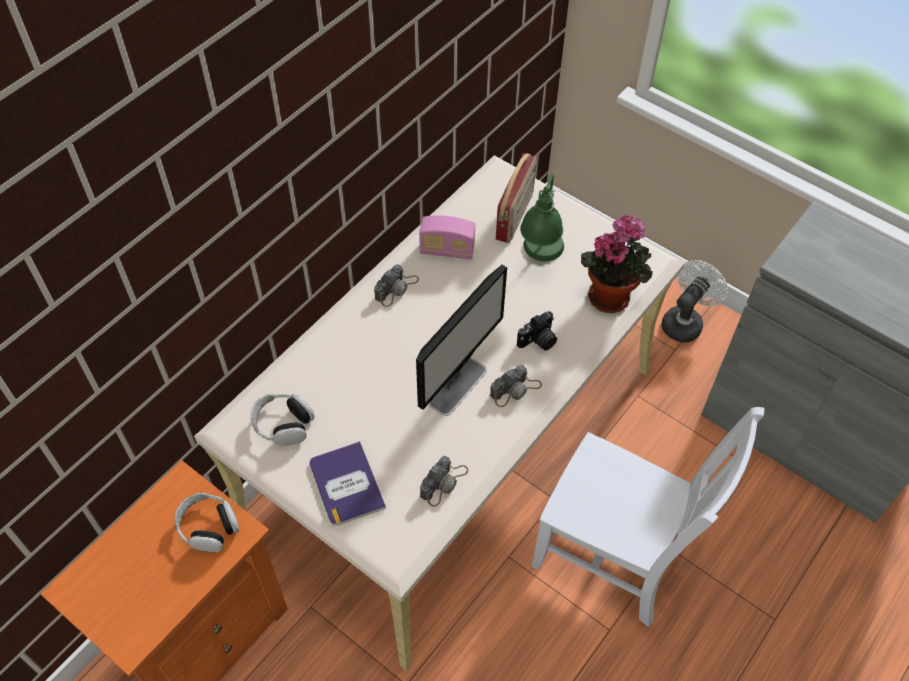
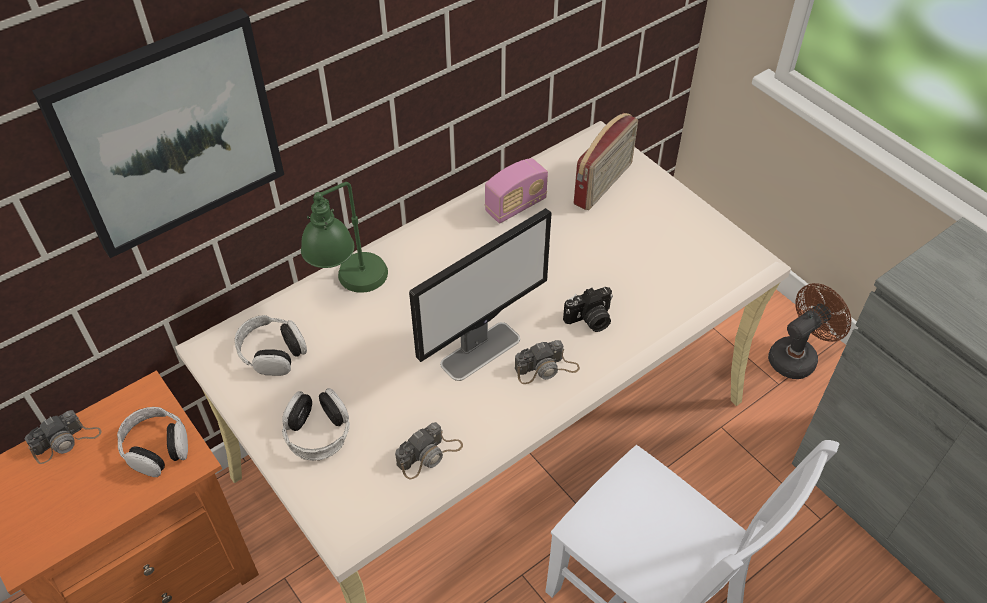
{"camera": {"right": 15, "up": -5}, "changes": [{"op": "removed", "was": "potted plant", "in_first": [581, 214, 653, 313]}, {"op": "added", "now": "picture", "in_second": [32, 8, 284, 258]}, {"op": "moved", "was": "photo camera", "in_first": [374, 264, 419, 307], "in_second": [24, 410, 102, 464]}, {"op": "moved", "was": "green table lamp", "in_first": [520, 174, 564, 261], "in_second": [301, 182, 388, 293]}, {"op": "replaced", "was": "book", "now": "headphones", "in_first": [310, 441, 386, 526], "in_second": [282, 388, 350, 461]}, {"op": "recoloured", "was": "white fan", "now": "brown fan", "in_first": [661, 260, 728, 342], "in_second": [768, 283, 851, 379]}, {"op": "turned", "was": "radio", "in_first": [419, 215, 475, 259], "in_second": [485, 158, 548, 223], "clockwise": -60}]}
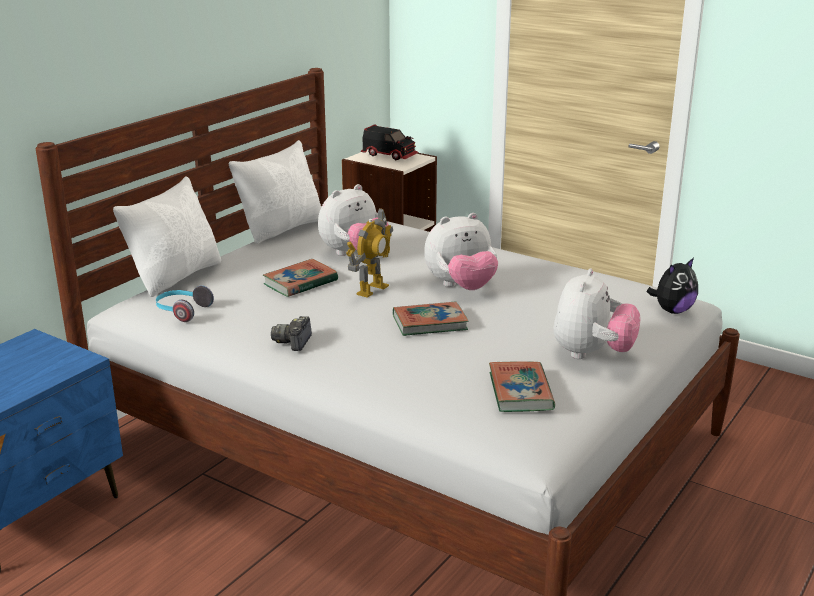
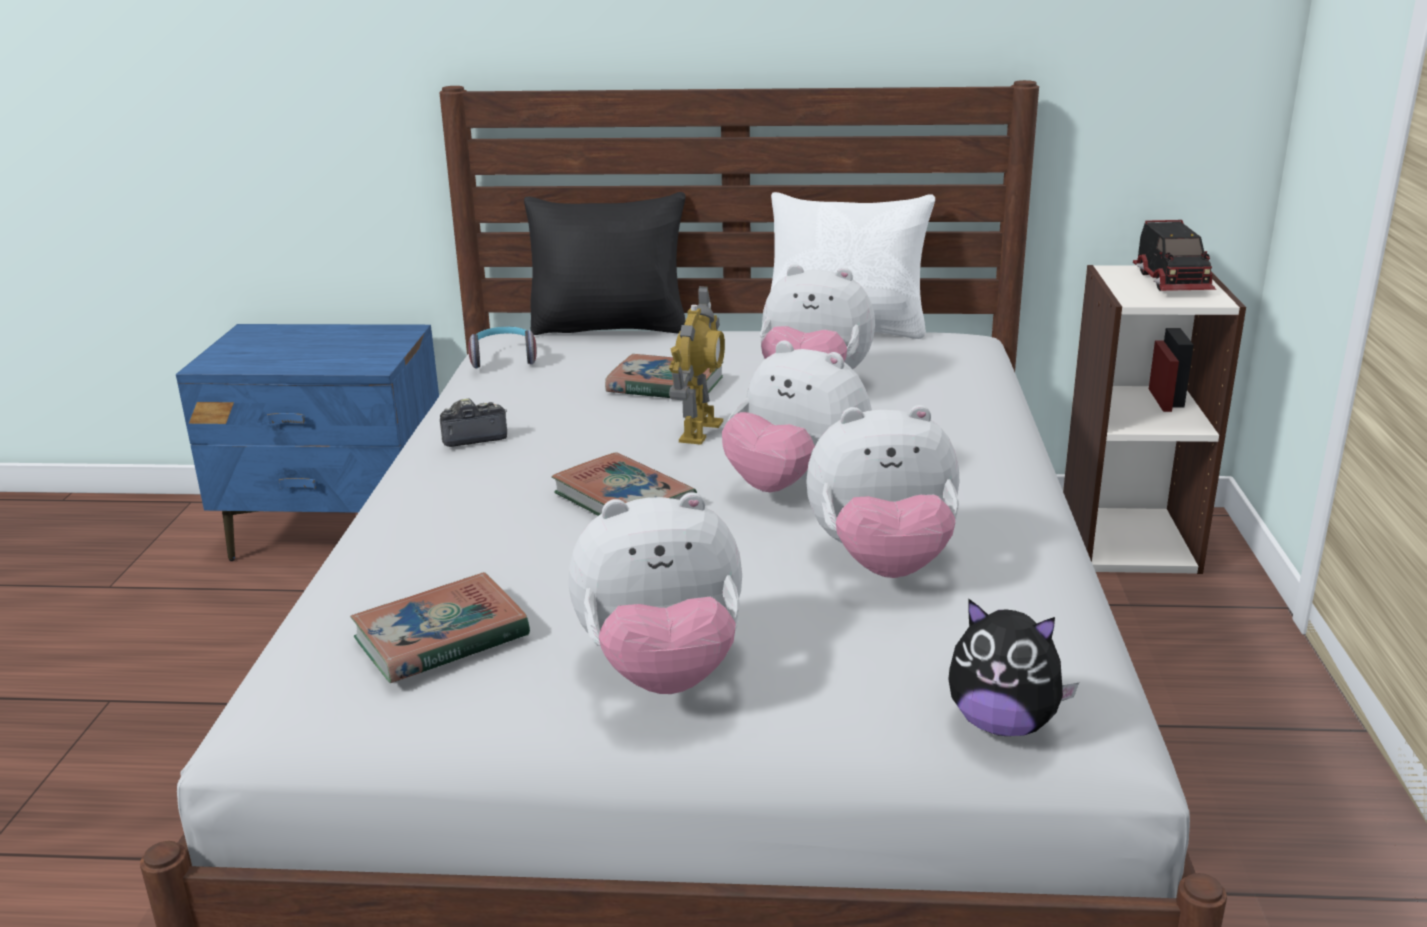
{"camera": {"right": 60, "up": 0}, "changes": [{"op": "added", "now": "plush toy", "in_second": [806, 405, 959, 578]}, {"op": "recoloured", "was": "white pillow", "now": "black pillow", "in_first": [113, 176, 221, 297], "in_second": [524, 192, 686, 335]}, {"op": "turned", "was": "toy robot", "in_first": [346, 208, 393, 298], "in_second": [669, 286, 725, 445], "clockwise": -75}]}
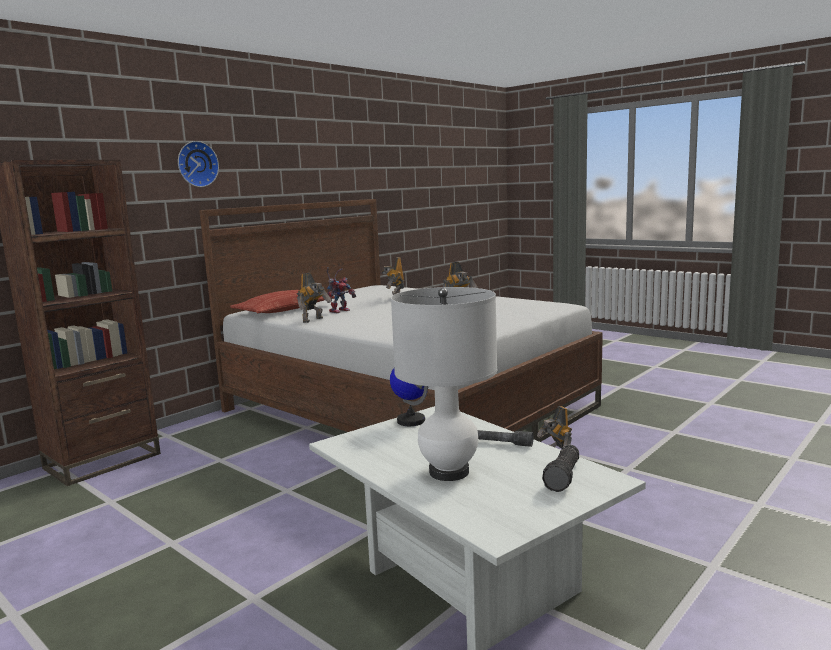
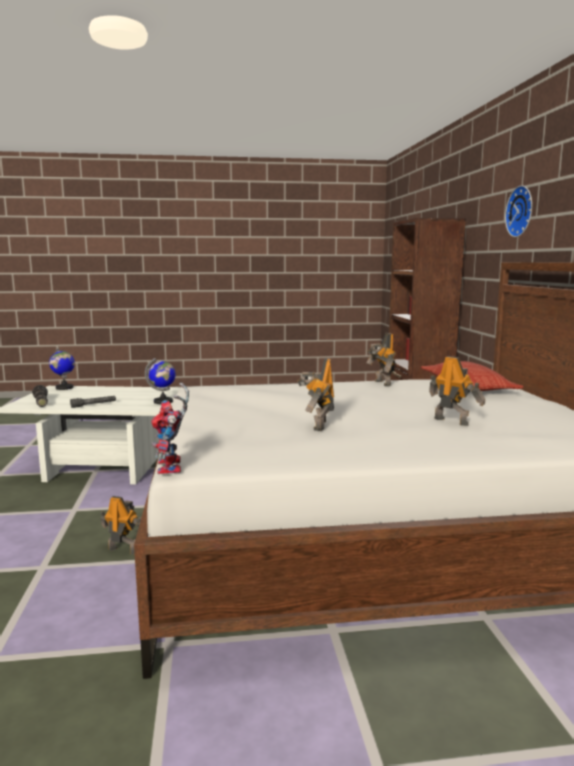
{"camera": {"right": 130, "up": 0}, "changes": [{"op": "removed", "was": "white table lamp", "in_first": [391, 287, 497, 481]}, {"op": "added", "now": "globe", "in_second": [49, 347, 75, 390]}, {"op": "moved", "was": "toy robot", "in_first": [327, 267, 356, 313], "in_second": [151, 383, 189, 474]}]}
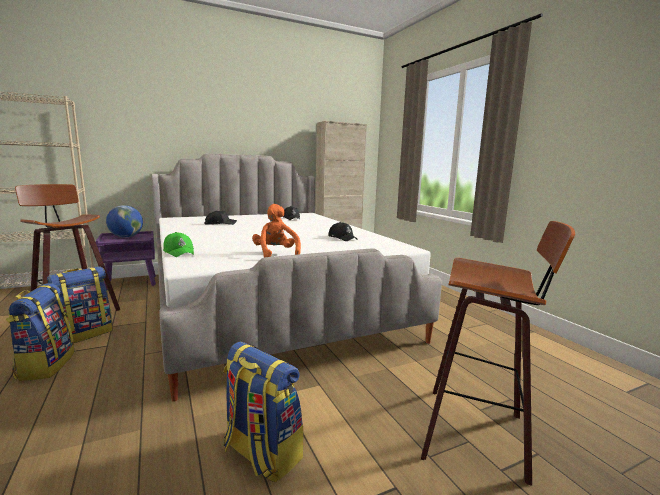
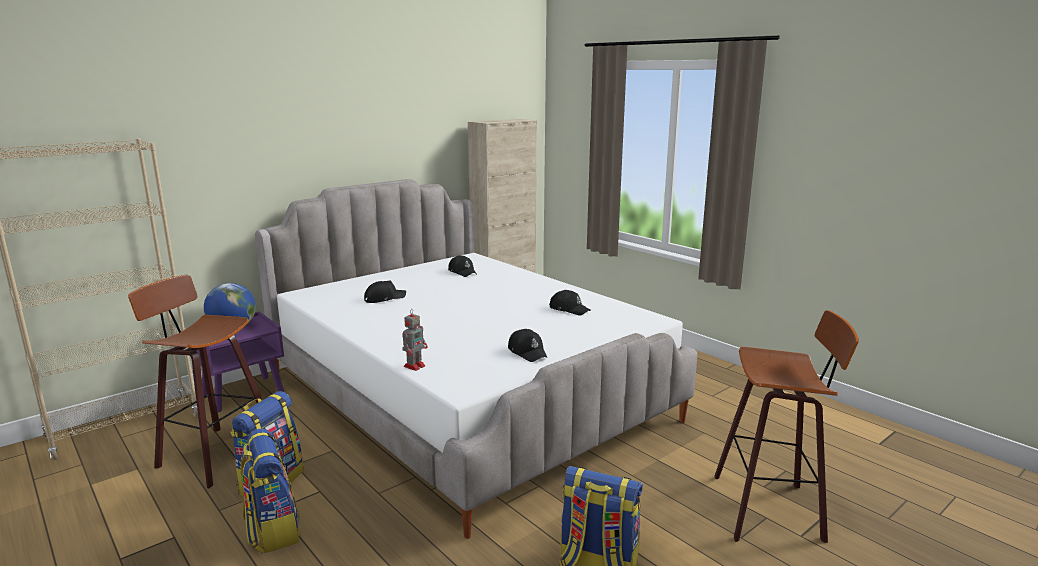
{"camera": {"right": -15, "up": 5}, "changes": [{"op": "replaced", "was": "green cap", "now": "toy robot", "in_first": [163, 232, 194, 257], "in_second": [402, 309, 428, 371]}, {"op": "replaced", "was": "orange plush toy", "now": "black cap", "in_first": [252, 204, 301, 258], "in_second": [508, 329, 548, 362]}]}
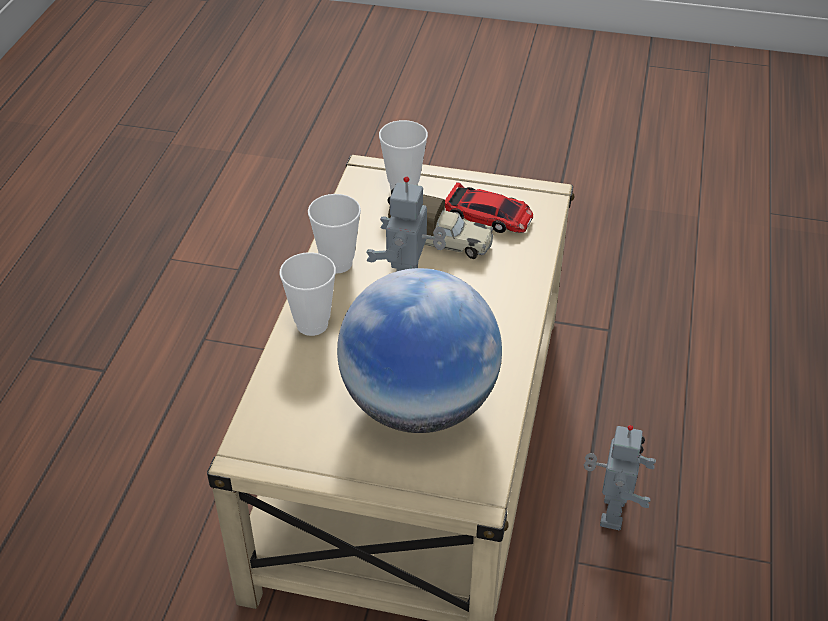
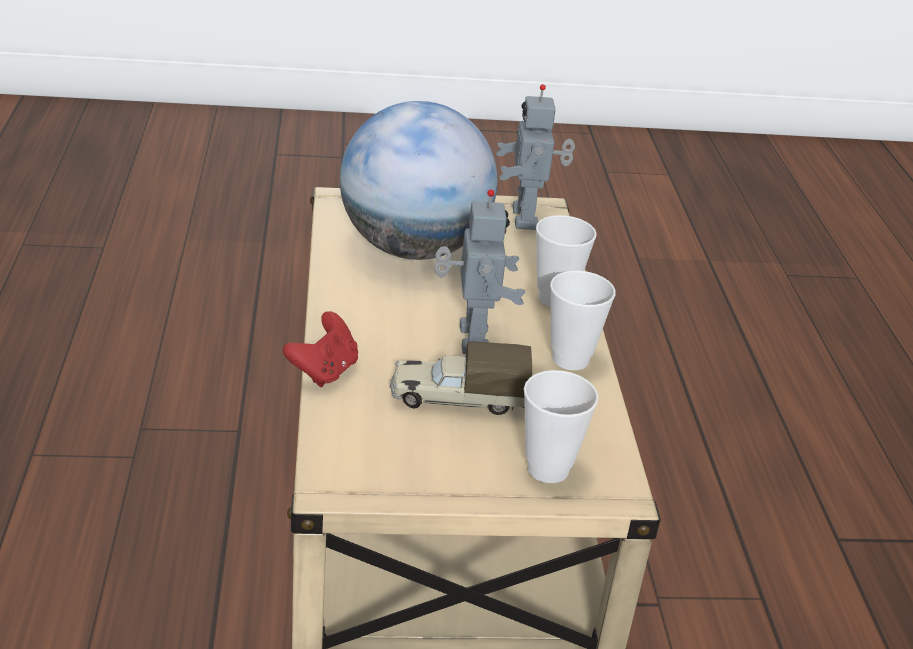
{"camera": {"right": 160, "up": -10}, "changes": [{"op": "removed", "was": "toy car", "in_first": [445, 182, 533, 233]}, {"op": "added", "now": "red game controller", "in_second": [283, 311, 358, 387]}, {"op": "moved", "was": "toy robot", "in_first": [584, 425, 656, 530], "in_second": [496, 84, 575, 230]}]}
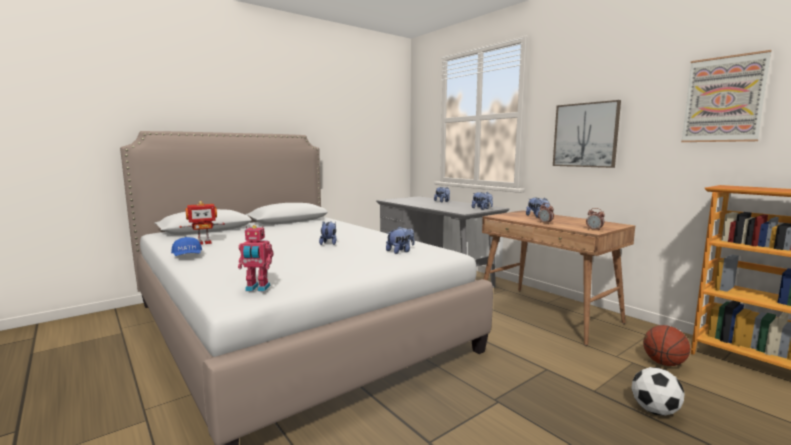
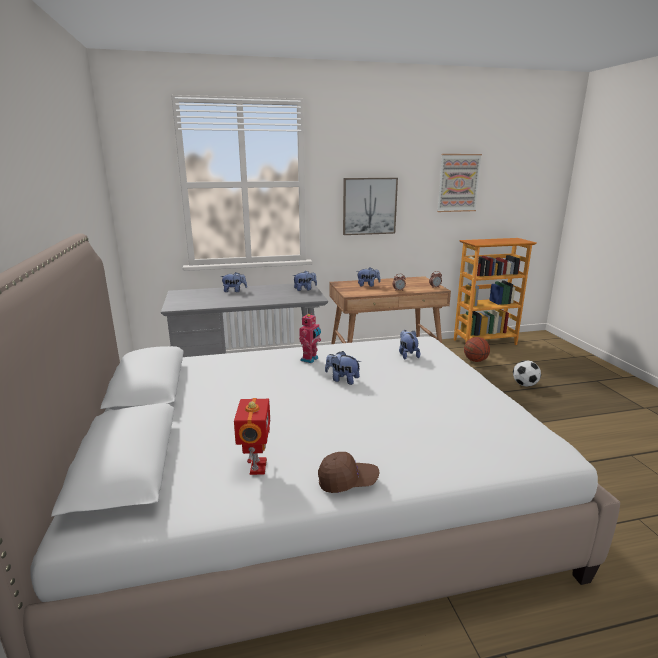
{"camera": {"right": -65, "up": 10}, "changes": [{"op": "moved", "was": "toy robot", "in_first": [238, 225, 273, 291], "in_second": [299, 313, 321, 363]}, {"op": "recoloured", "was": "blue cap", "now": "brown cap", "in_first": [171, 237, 202, 256], "in_second": [318, 452, 379, 493]}]}
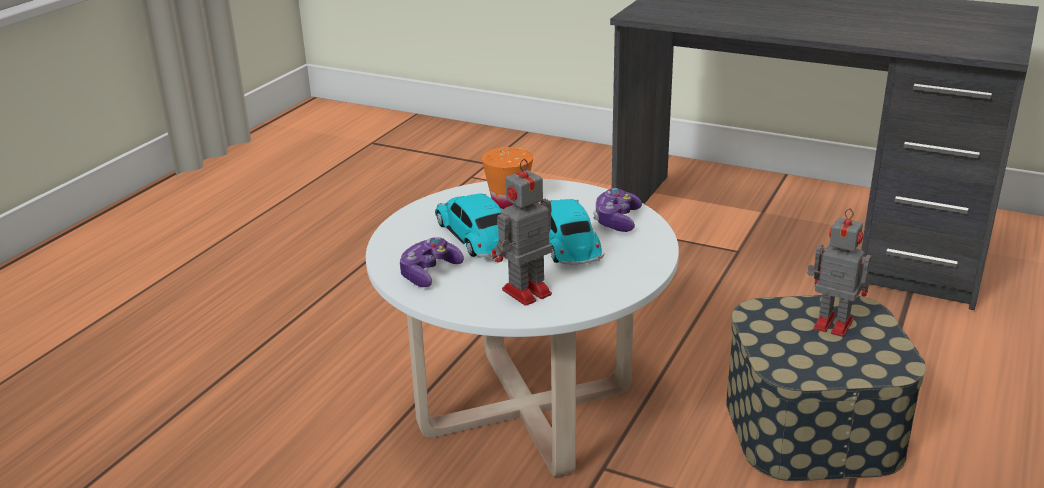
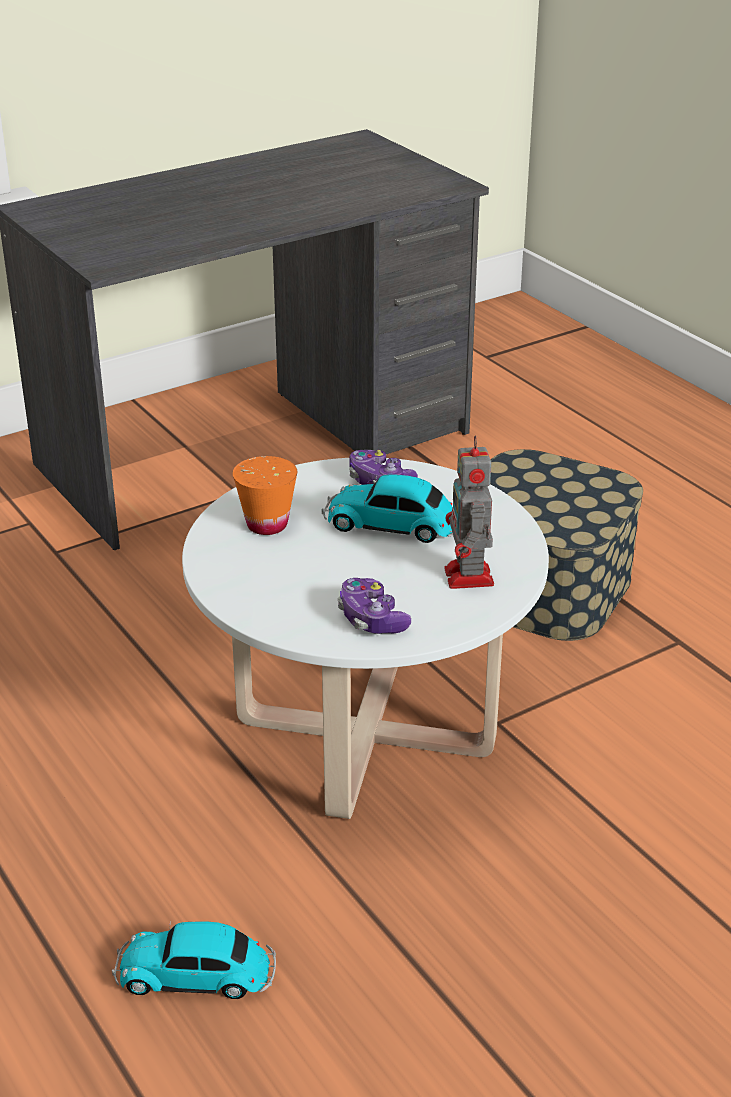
{"camera": {"right": -60, "up": 5}, "changes": [{"op": "removed", "was": "toy robot", "in_first": [807, 208, 871, 337]}, {"op": "moved", "was": "toy car", "in_first": [435, 193, 502, 258], "in_second": [112, 921, 276, 999]}]}
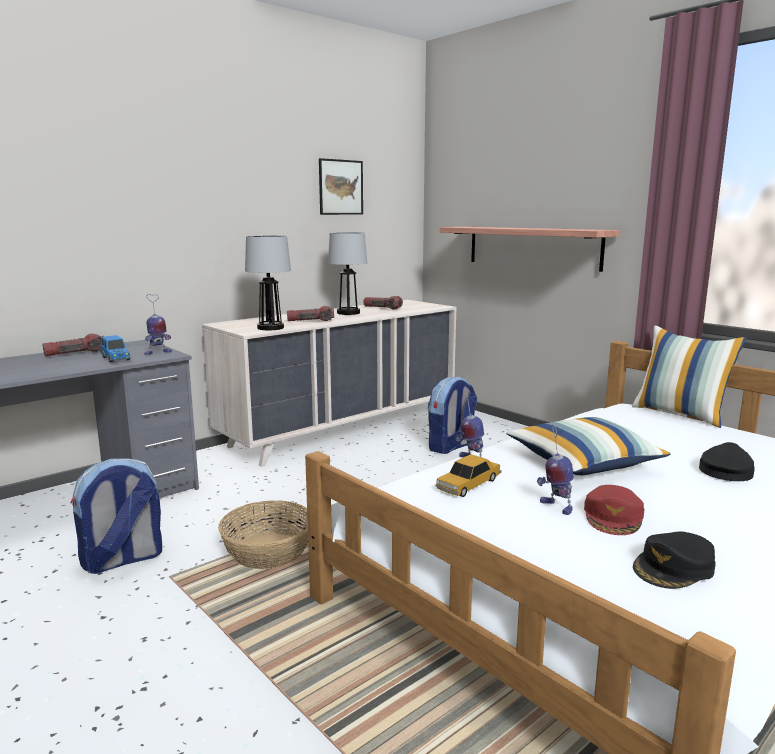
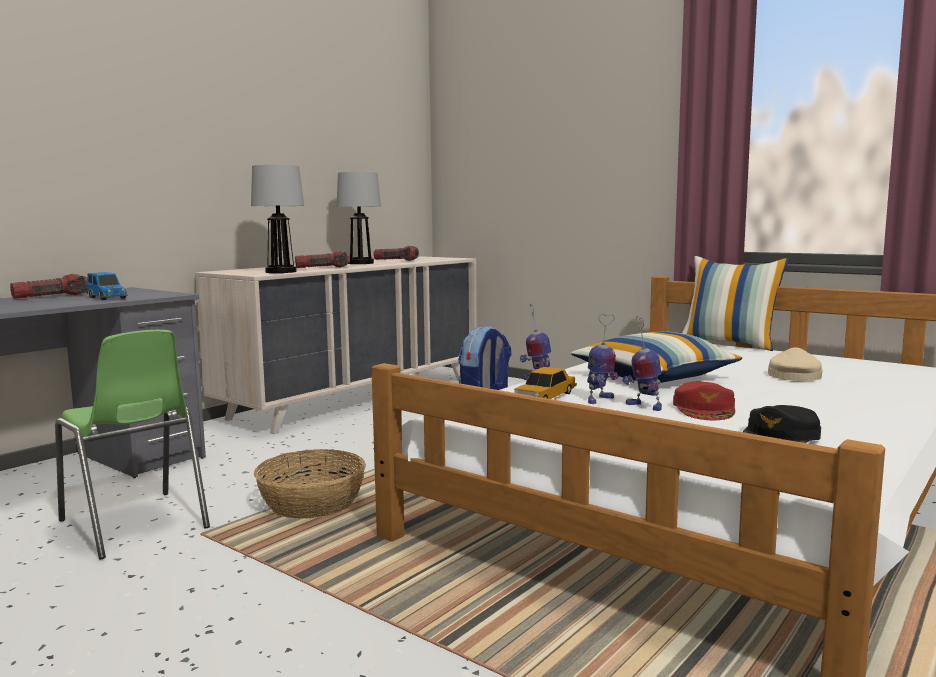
{"camera": {"right": -10, "up": -5}, "changes": [{"op": "removed", "was": "picture", "in_first": [319, 158, 363, 215]}, {"op": "removed", "was": "shelf", "in_first": [440, 227, 620, 272]}, {"op": "moved", "was": "toy robot", "in_first": [145, 294, 172, 355], "in_second": [587, 314, 618, 404]}, {"op": "replaced", "was": "backpack", "now": "green chair", "in_first": [70, 459, 162, 574], "in_second": [55, 330, 210, 559]}, {"op": "recoloured", "was": "black cap", "now": "beige cap", "in_first": [699, 442, 754, 481], "in_second": [768, 347, 822, 381]}]}
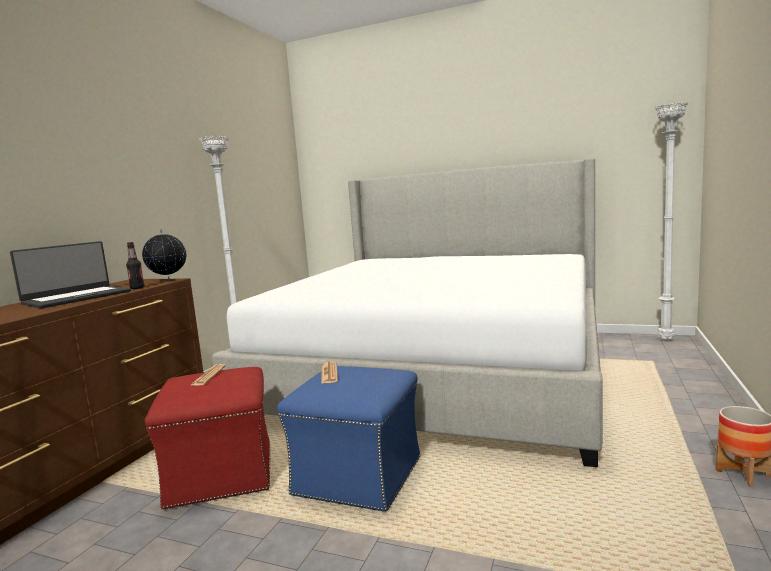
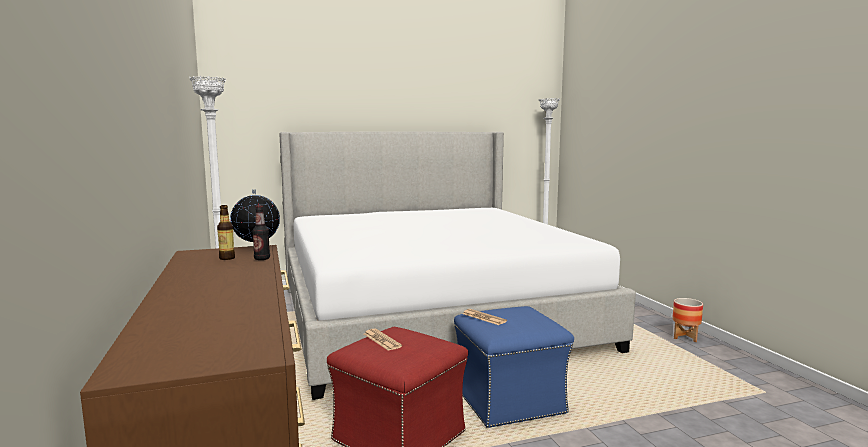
{"camera": {"right": -40, "up": 0}, "changes": [{"op": "removed", "was": "laptop", "in_first": [10, 241, 131, 308]}, {"op": "added", "now": "bottle", "in_second": [217, 205, 235, 260]}]}
